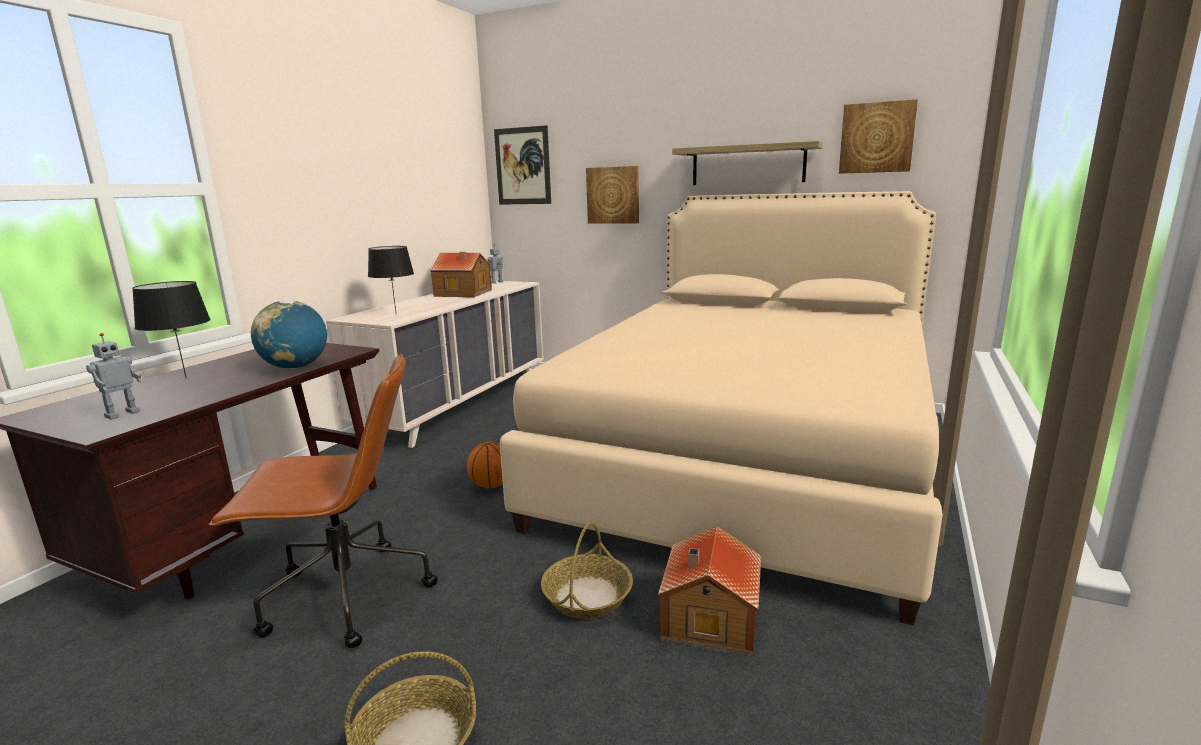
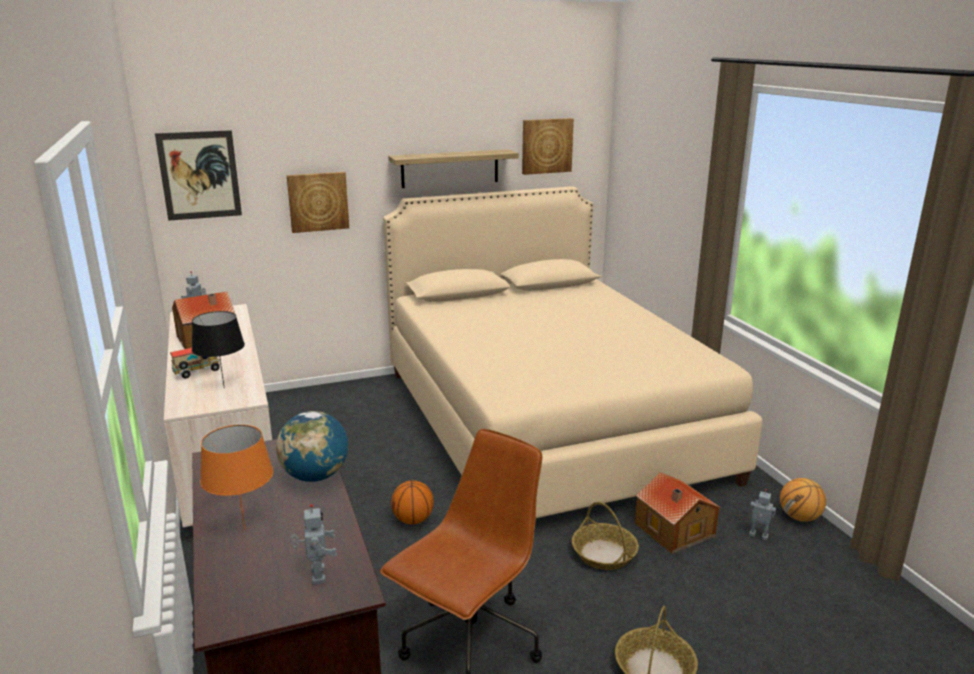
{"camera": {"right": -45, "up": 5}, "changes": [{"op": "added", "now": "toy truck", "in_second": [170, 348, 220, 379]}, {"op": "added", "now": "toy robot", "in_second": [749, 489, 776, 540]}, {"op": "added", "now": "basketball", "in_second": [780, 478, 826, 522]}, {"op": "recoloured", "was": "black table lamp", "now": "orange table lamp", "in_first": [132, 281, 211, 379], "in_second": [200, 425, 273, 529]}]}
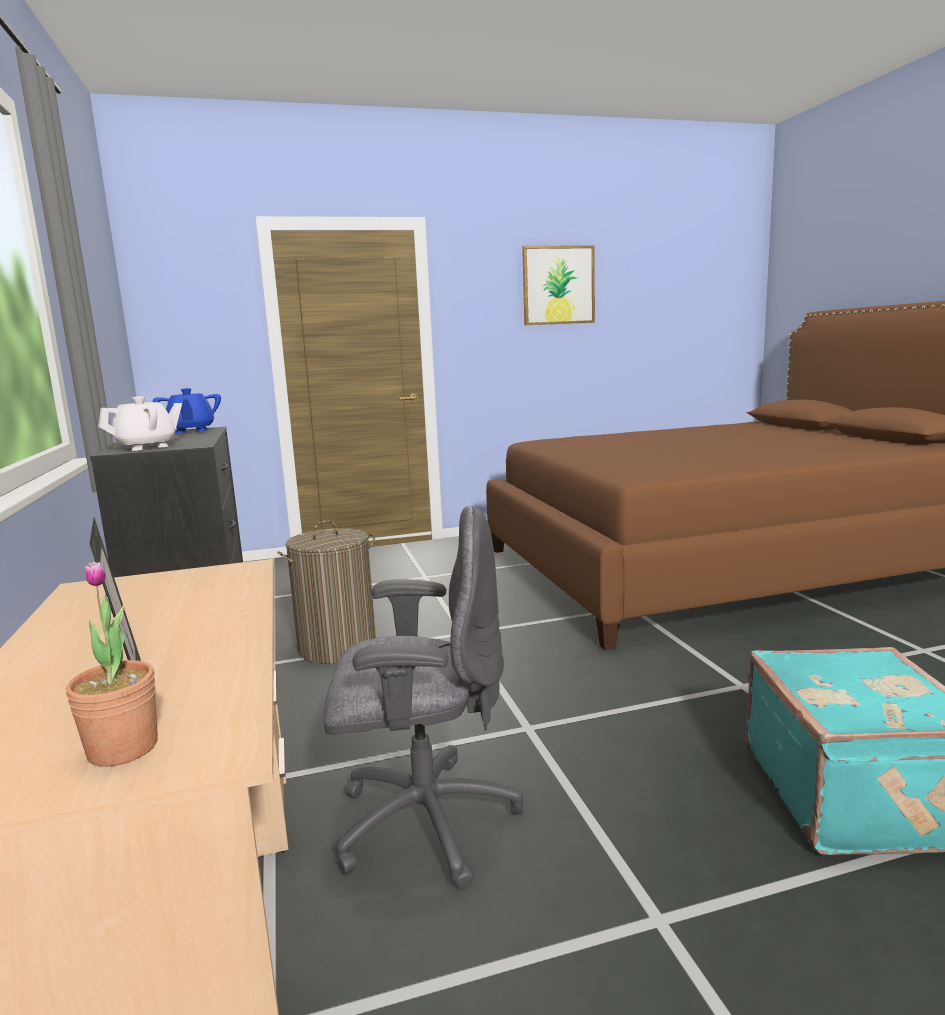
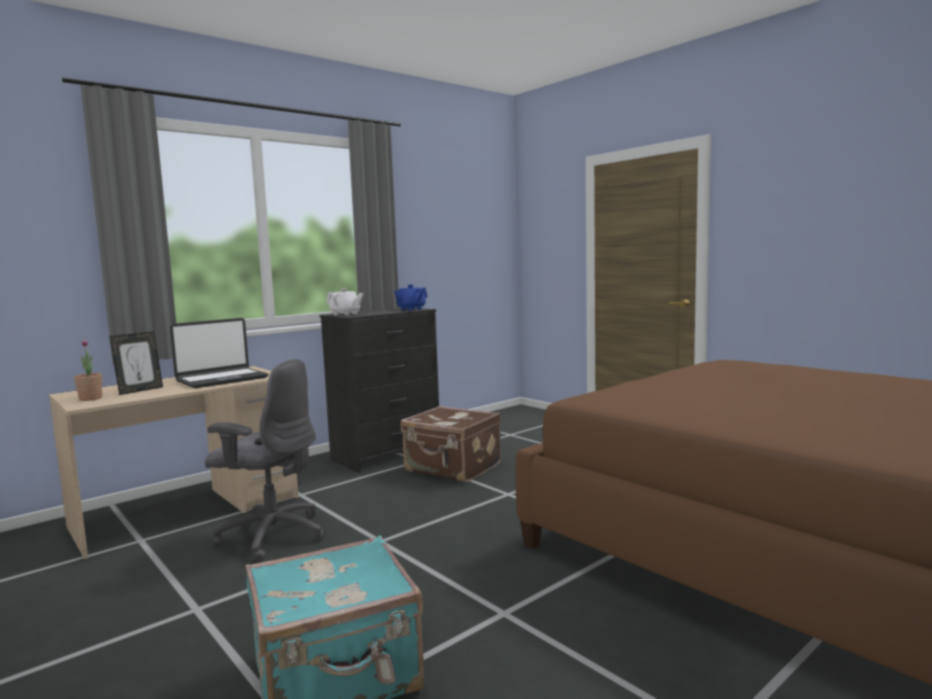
{"camera": {"right": 65, "up": -5}, "changes": [{"op": "removed", "was": "picture", "in_first": [522, 245, 595, 325]}, {"op": "added", "now": "laptop", "in_second": [170, 318, 269, 388]}, {"op": "replaced", "was": "laundry basket", "now": "brown suitcase", "in_first": [277, 520, 376, 664], "in_second": [401, 406, 501, 482]}, {"op": "turned", "was": "grey office chair", "in_first": [324, 505, 524, 890], "in_second": [205, 359, 325, 562], "clockwise": -45}]}
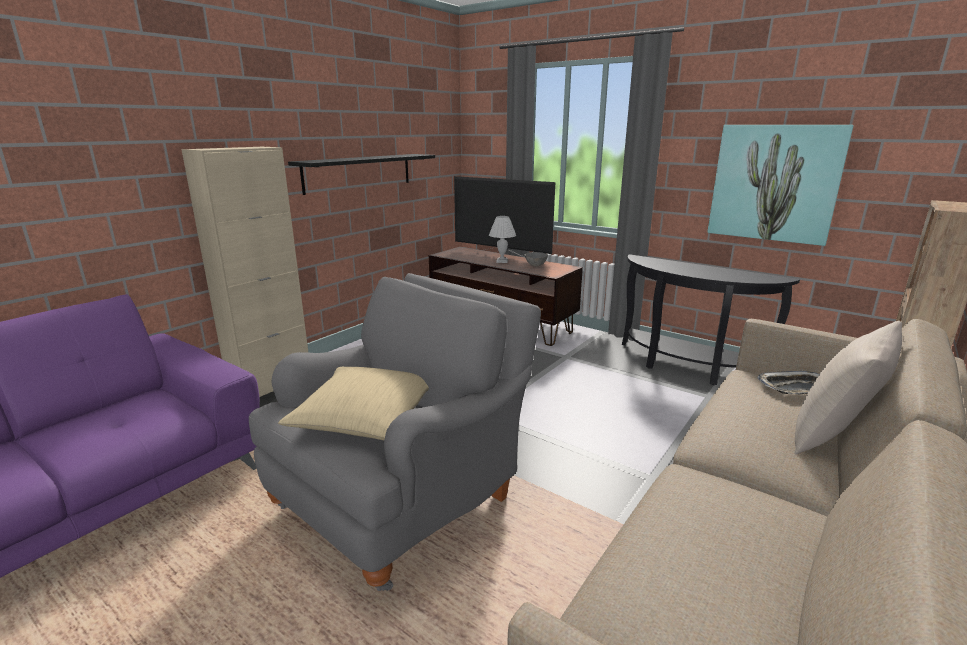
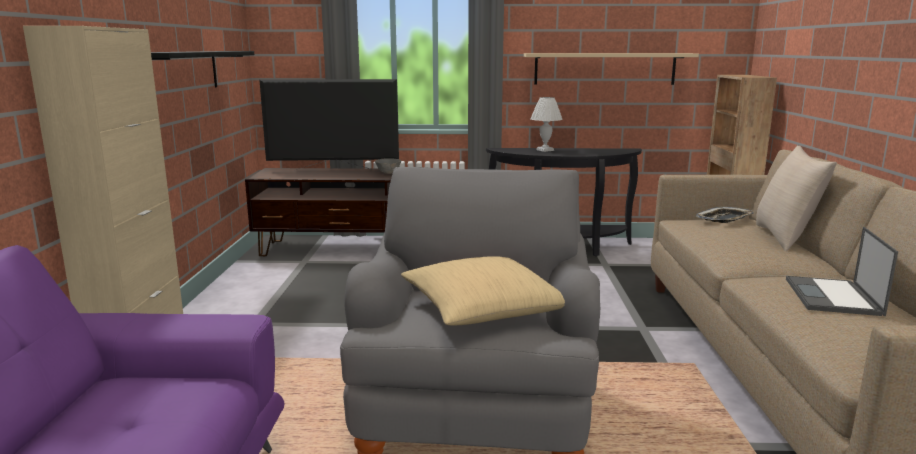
{"camera": {"right": -35, "up": -5}, "changes": [{"op": "added", "now": "laptop", "in_second": [786, 227, 898, 316]}, {"op": "moved", "was": "white table lamp", "in_first": [489, 216, 516, 263], "in_second": [531, 97, 563, 152]}, {"op": "replaced", "was": "picture", "now": "beige shelf", "in_first": [708, 125, 854, 246], "in_second": [524, 53, 699, 85]}]}
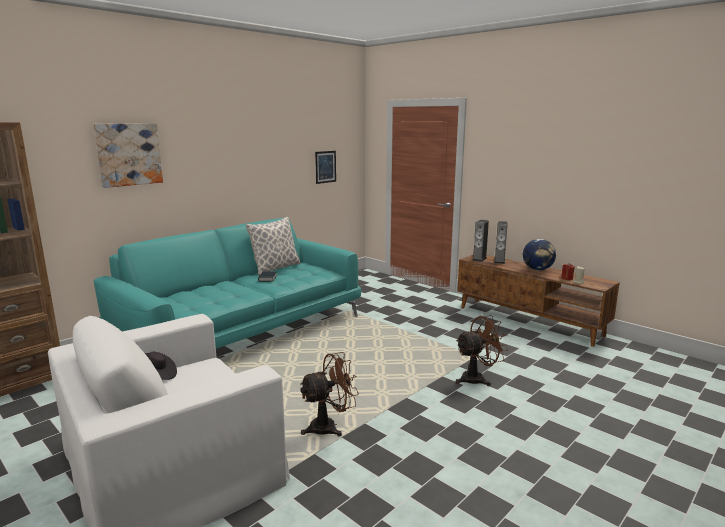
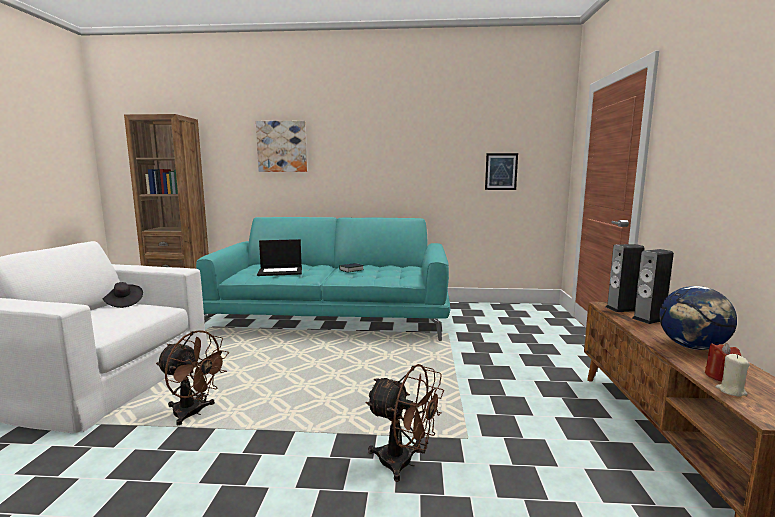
{"camera": {"right": 50, "up": -5}, "changes": [{"op": "removed", "was": "pillow", "in_first": [246, 217, 301, 275]}, {"op": "added", "now": "laptop", "in_second": [257, 239, 302, 276]}]}
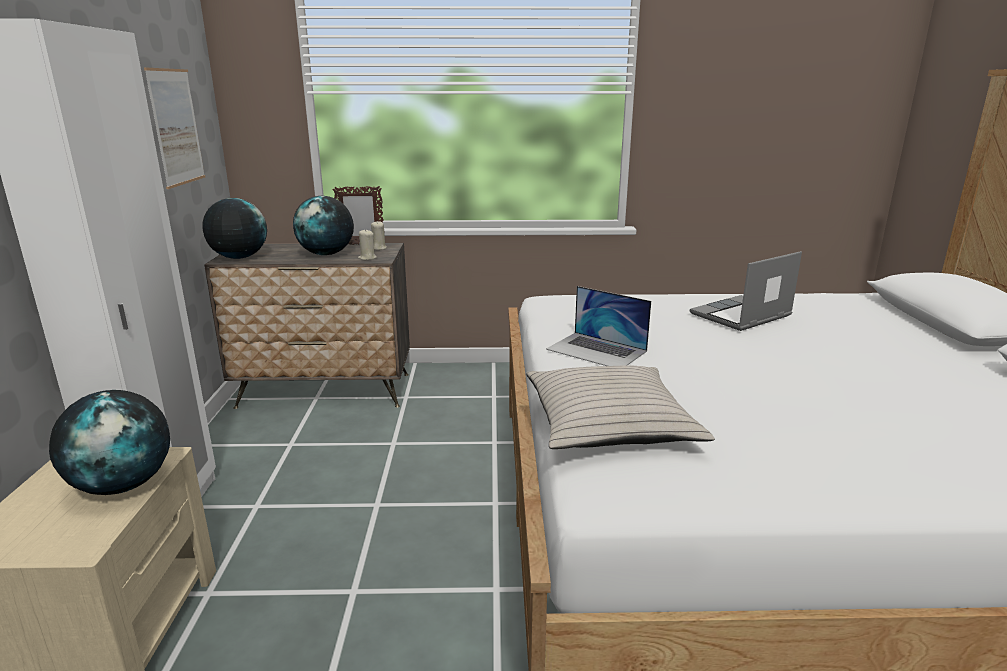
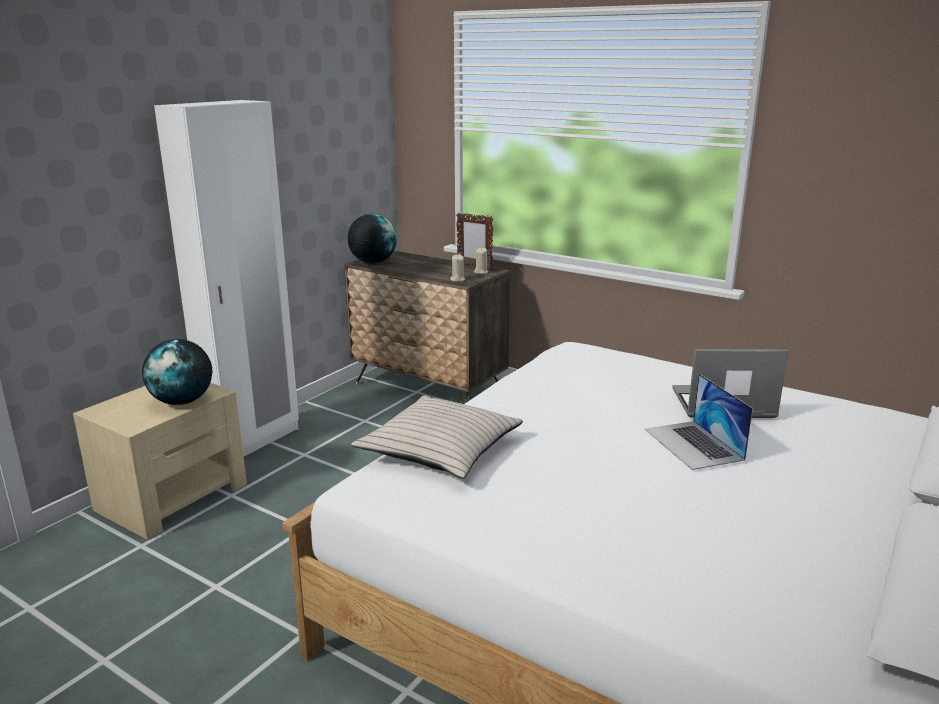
{"camera": {"right": 35, "up": 0}, "changes": [{"op": "removed", "was": "picture", "in_first": [144, 68, 205, 189]}, {"op": "removed", "was": "globe", "in_first": [293, 196, 354, 255]}, {"op": "moved", "was": "laptop", "in_first": [546, 286, 651, 366], "in_second": [645, 374, 753, 470]}]}
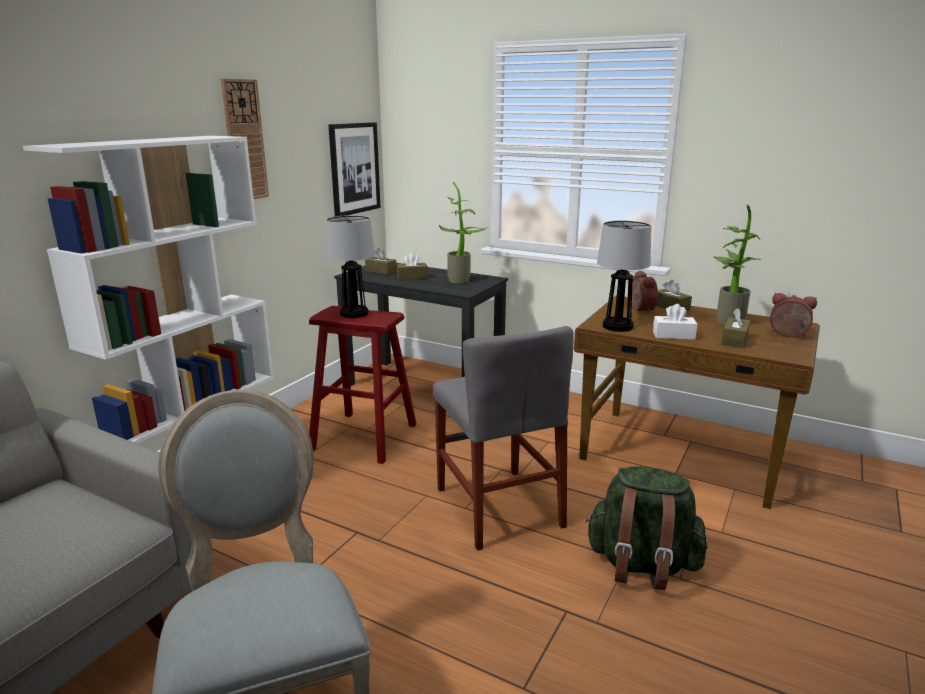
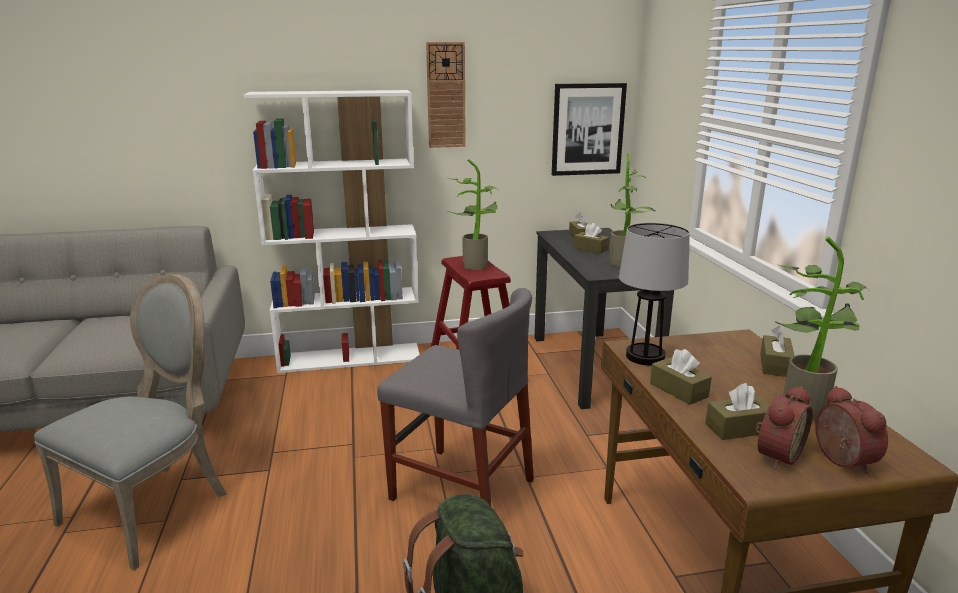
{"camera": {"right": 50, "up": 0}, "changes": [{"op": "moved", "was": "alarm clock", "in_first": [630, 270, 658, 314], "in_second": [756, 386, 813, 469]}, {"op": "replaced", "was": "table lamp", "now": "potted plant", "in_first": [326, 215, 375, 318], "in_second": [448, 159, 498, 270]}, {"op": "recoloured", "was": "white tissue box", "now": "brown tissue box", "in_first": [653, 304, 698, 340], "in_second": [650, 349, 712, 405]}, {"op": "turned", "was": "grey chair", "in_first": [433, 326, 574, 551], "in_second": [377, 288, 534, 506], "clockwise": -90}]}
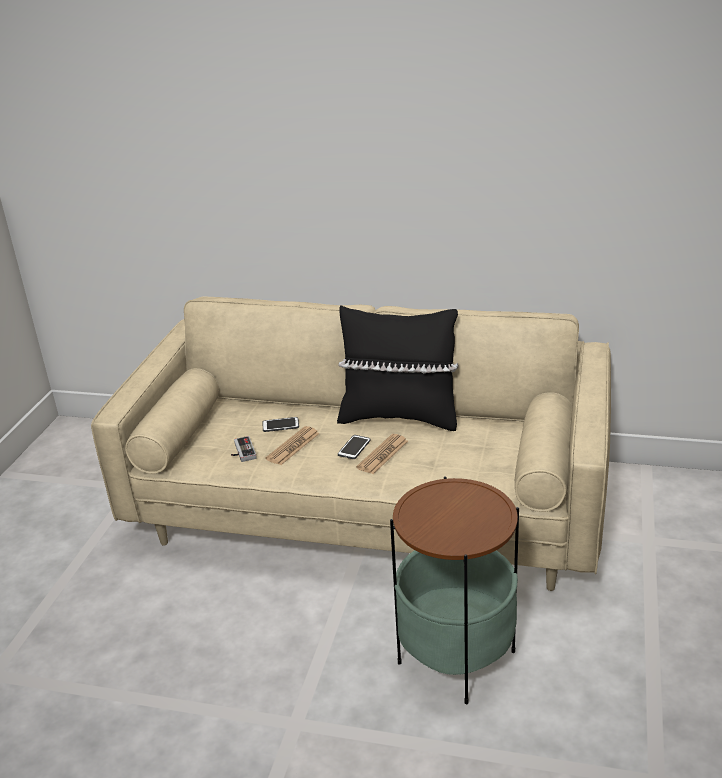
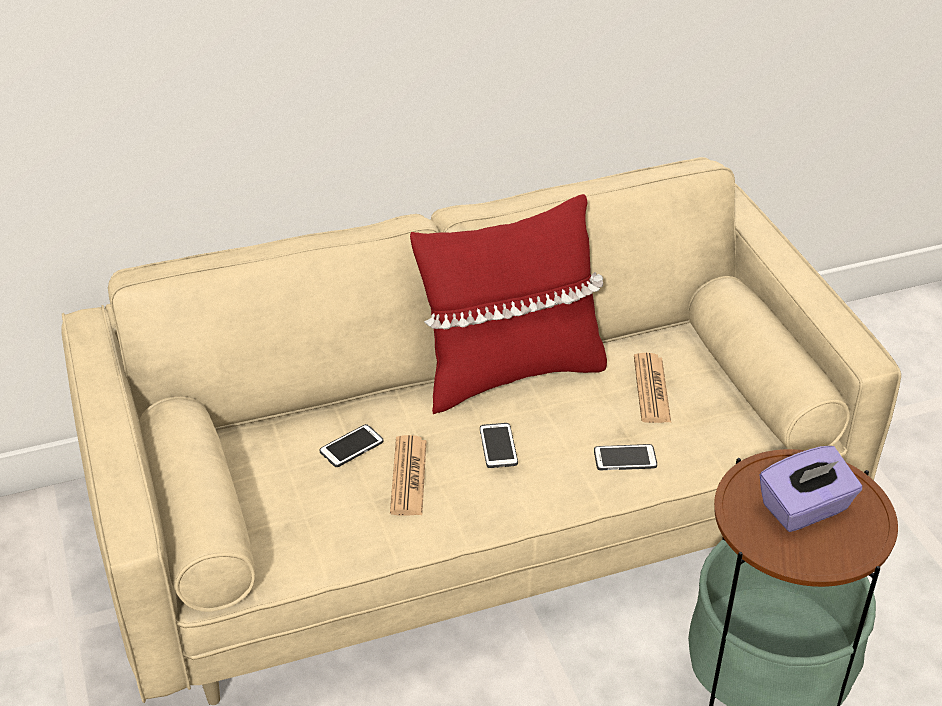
{"camera": {"right": -35, "up": 10}, "changes": [{"op": "removed", "was": "game controller", "in_first": [231, 436, 257, 462]}, {"op": "added", "now": "phone", "in_second": [594, 444, 657, 470]}, {"op": "added", "now": "purple tissue box", "in_second": [760, 446, 862, 532]}, {"op": "moved", "was": "newspaper", "in_first": [356, 434, 408, 474], "in_second": [634, 353, 671, 423]}, {"op": "recoloured", "was": "black pillow", "now": "red pillow", "in_first": [337, 305, 459, 431], "in_second": [410, 194, 607, 414]}]}
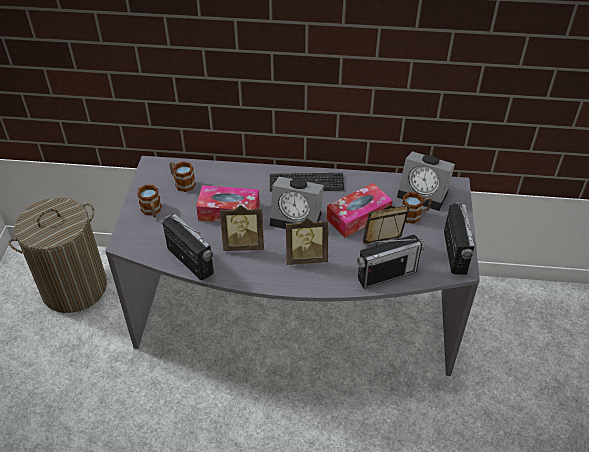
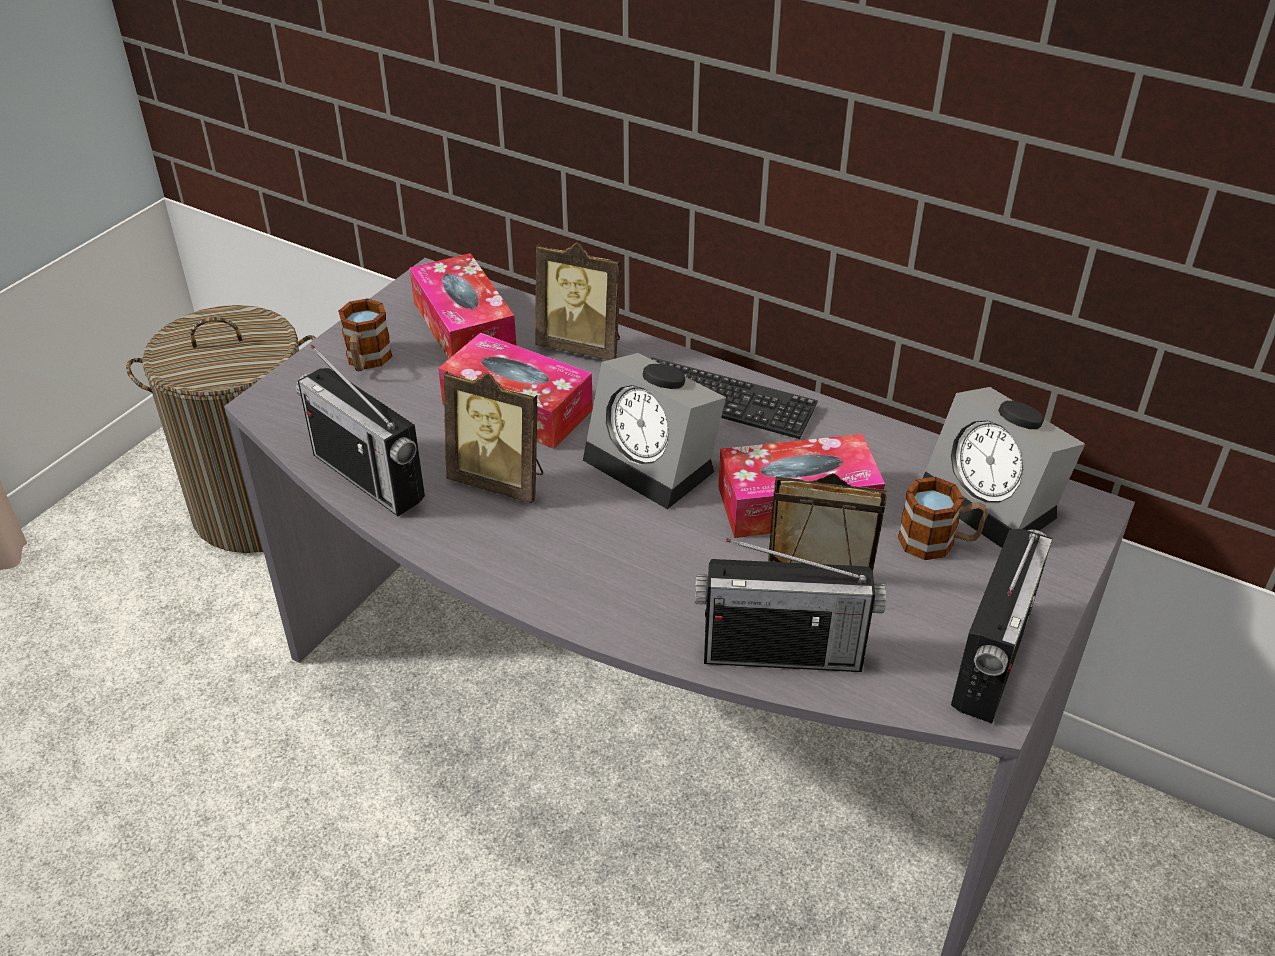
{"camera": {"right": 25, "up": -5}, "changes": [{"op": "moved", "was": "picture frame", "in_first": [286, 218, 329, 265], "in_second": [535, 242, 621, 360]}, {"op": "replaced", "was": "mug", "now": "tissue box", "in_first": [169, 161, 196, 192], "in_second": [409, 253, 517, 359]}, {"op": "turned", "was": "radio", "in_first": [162, 213, 214, 280], "in_second": [296, 345, 425, 516], "clockwise": 150}]}
